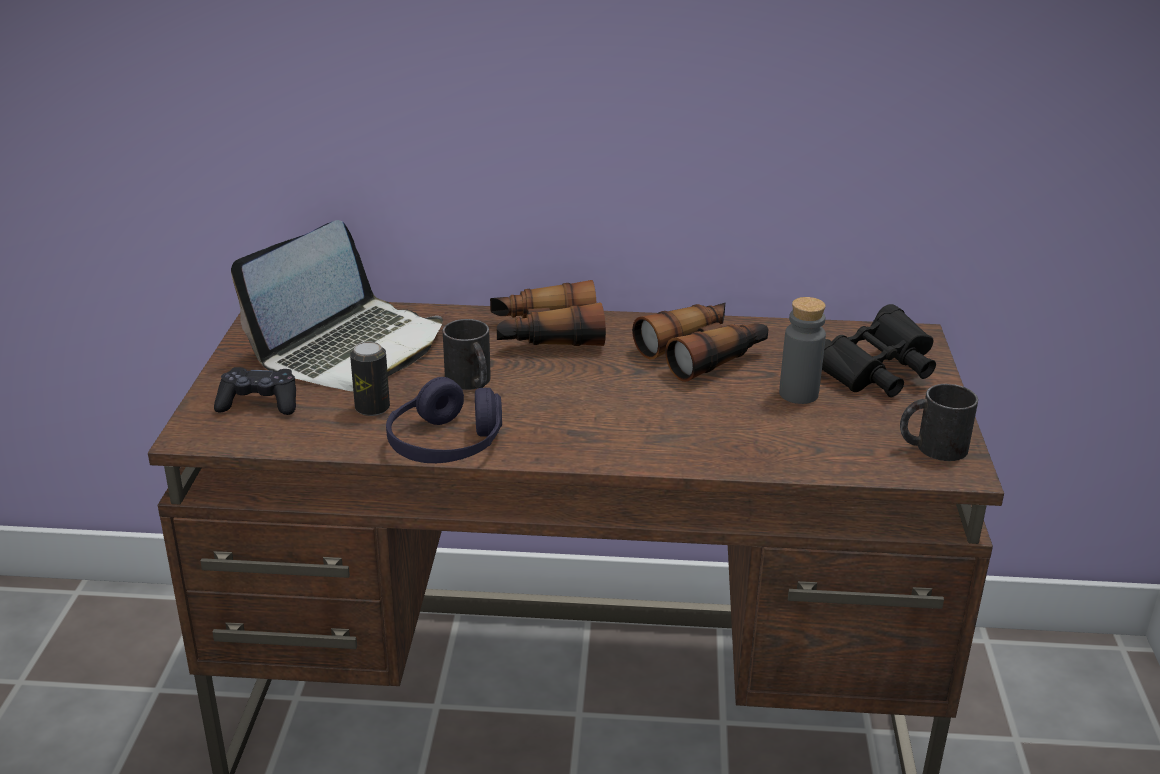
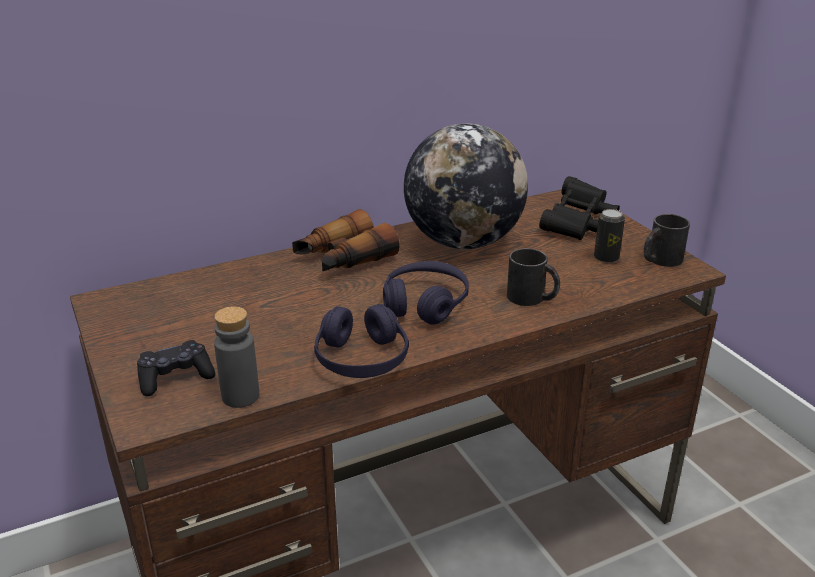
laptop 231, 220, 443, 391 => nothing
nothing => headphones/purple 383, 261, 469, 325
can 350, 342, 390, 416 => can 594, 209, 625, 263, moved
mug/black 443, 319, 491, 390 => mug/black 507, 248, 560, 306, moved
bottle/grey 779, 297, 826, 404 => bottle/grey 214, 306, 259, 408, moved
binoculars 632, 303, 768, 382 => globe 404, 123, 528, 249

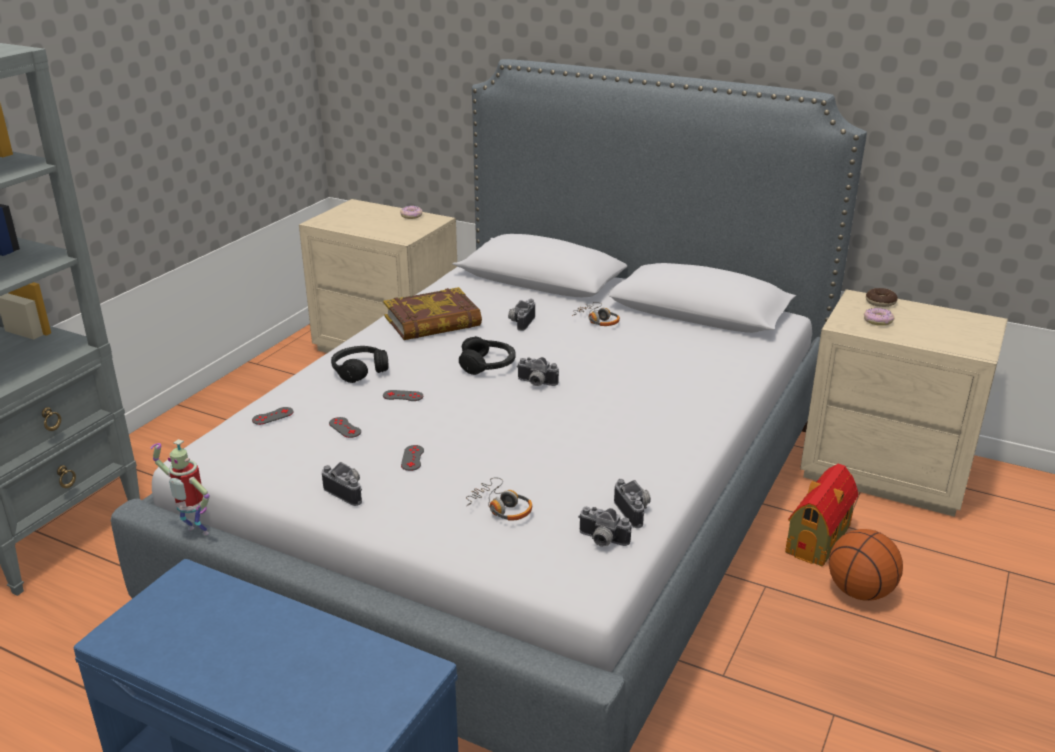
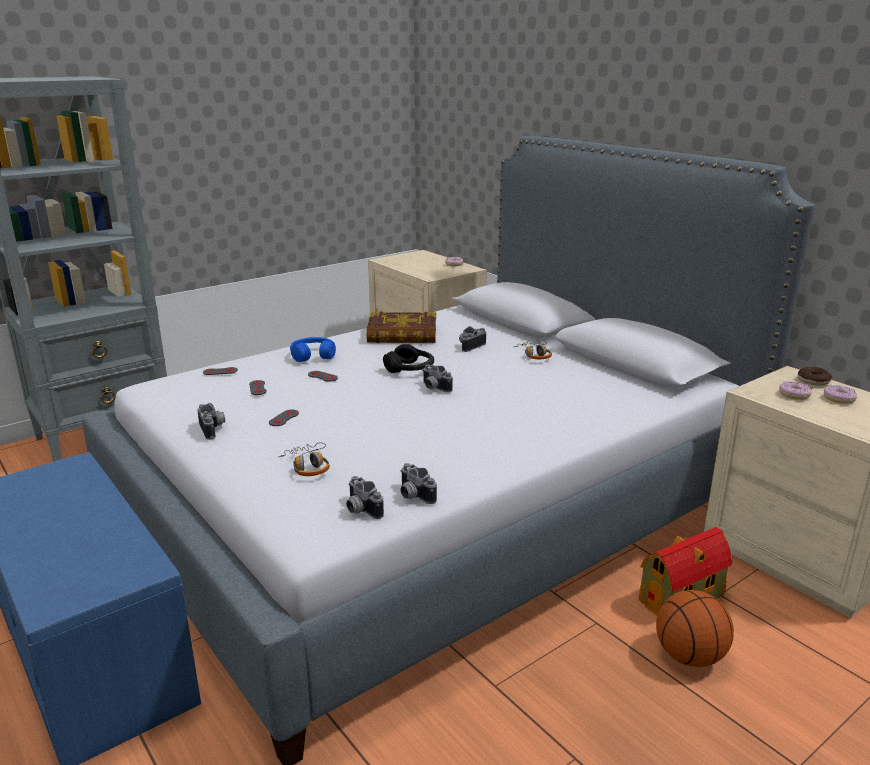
toy robot 151, 439, 210, 535 => nothing
nothing => donut 824, 385, 857, 404
headphones/black 331, 346, 389, 383 => headphones/blue 290, 337, 336, 362
photo camera 614, 479, 651, 528 => photo camera 400, 463, 437, 504, 135 degrees clockwise

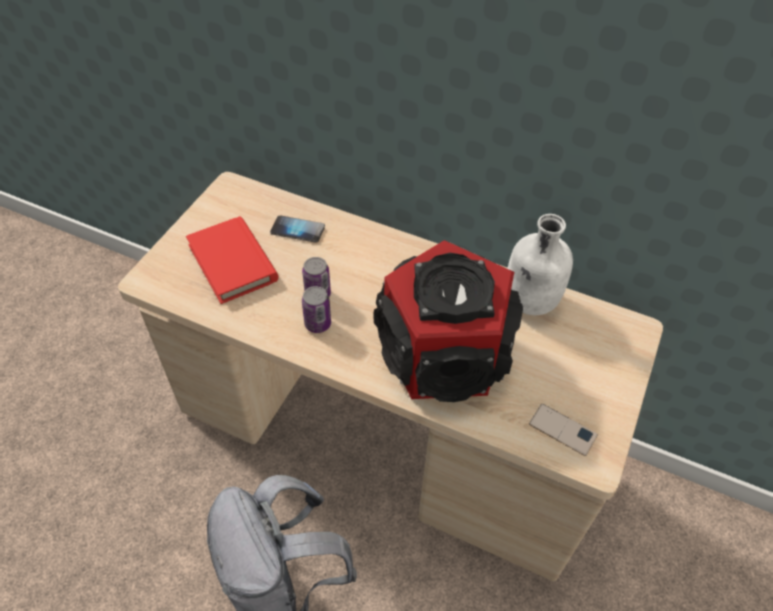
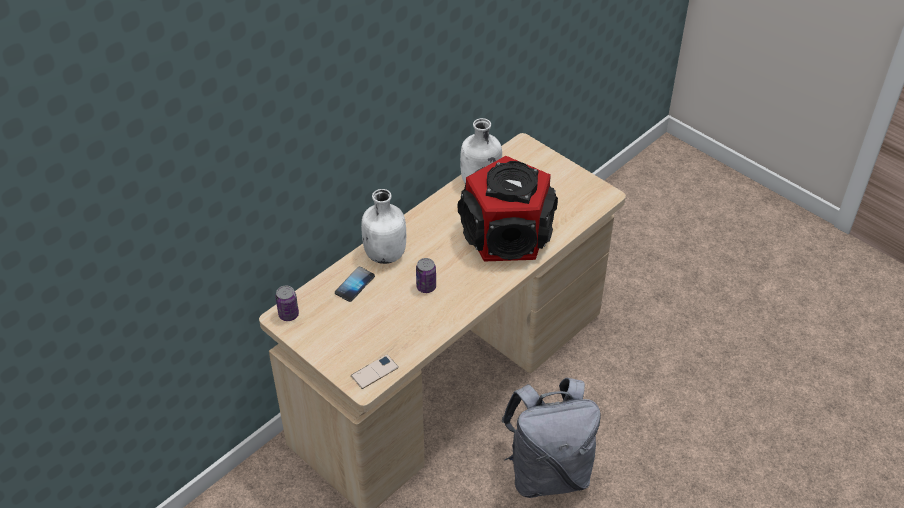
book/red 186, 216, 278, 304 => nothing
nothing => bottle/white 361, 189, 406, 264
can 302, 286, 331, 333 => can 275, 286, 299, 321, moved
phone 529, 404, 598, 456 => phone 351, 354, 399, 389, moved

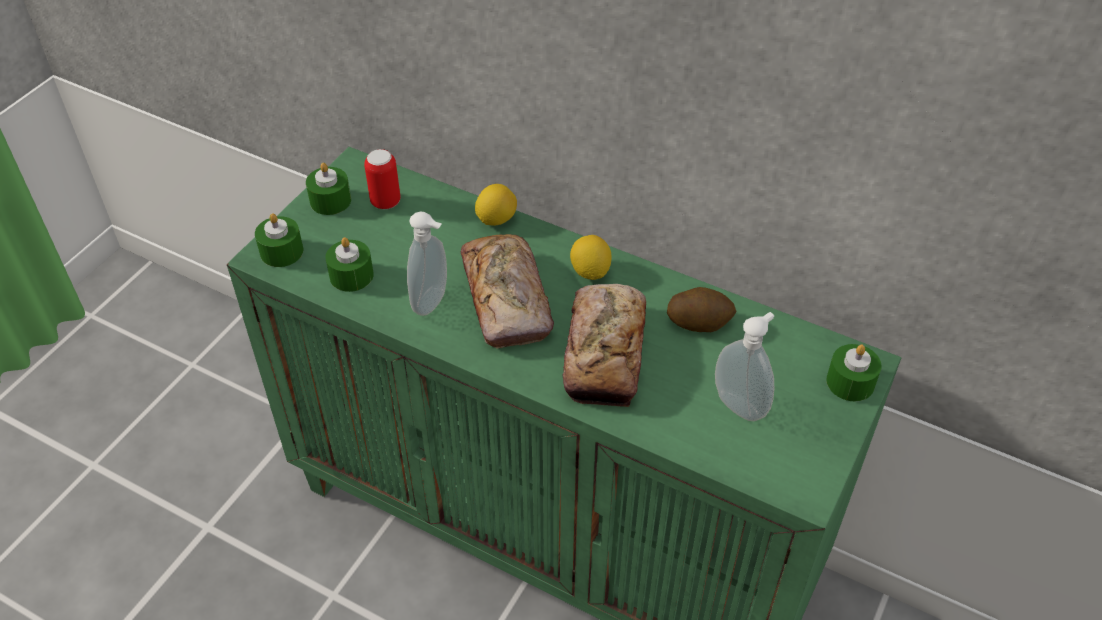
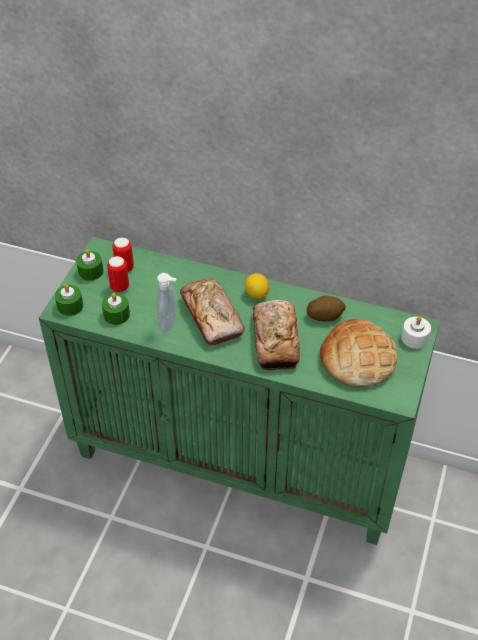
lemon 475, 184, 517, 226 => nothing
nothing => can 107, 256, 129, 292
soap dispenser 715, 312, 774, 421 => bread 320, 319, 397, 387
candle/green 826, 344, 882, 401 => candle/white 401, 316, 431, 349

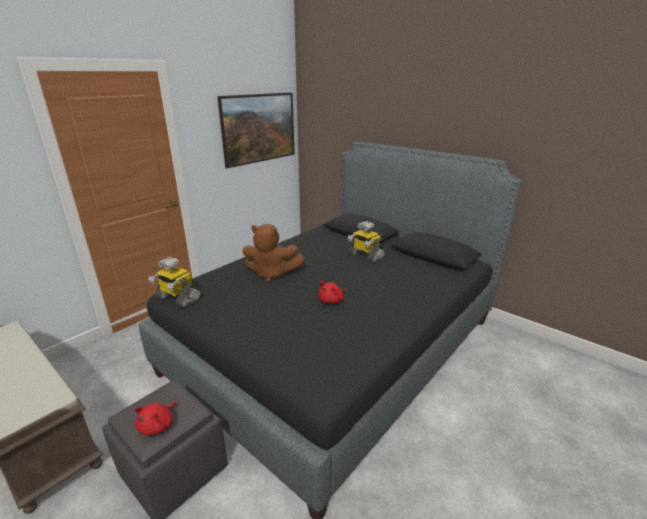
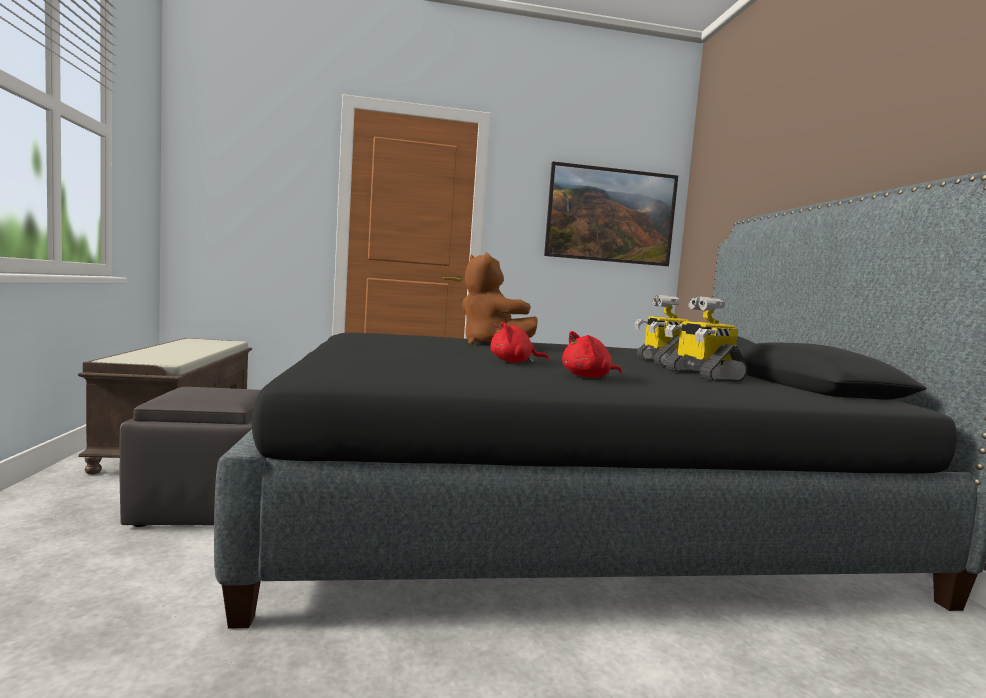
plush toy/red 135, 402, 177, 436 => plush toy/red 562, 331, 622, 378, moved
toy robot 148, 257, 201, 308 => toy robot 665, 297, 748, 382, moved

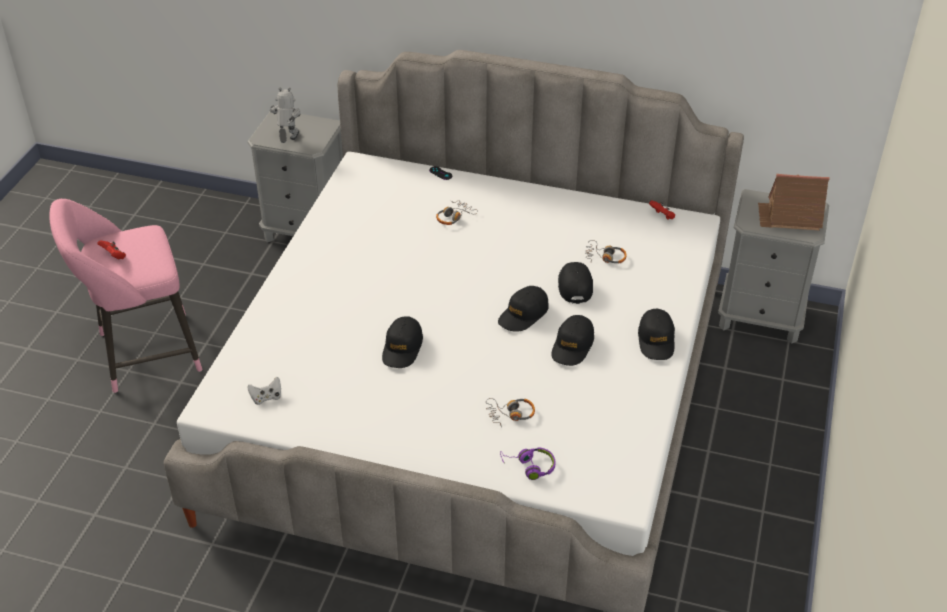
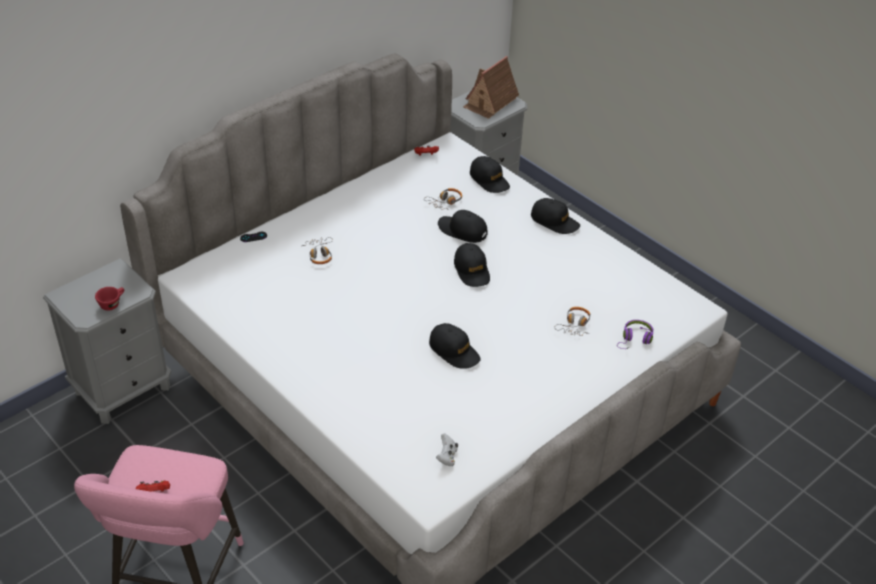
cap/black 551, 315, 594, 366 => cap/black 470, 156, 510, 193, moved
toy robot 270, 87, 300, 143 => cup/red 95, 287, 124, 311

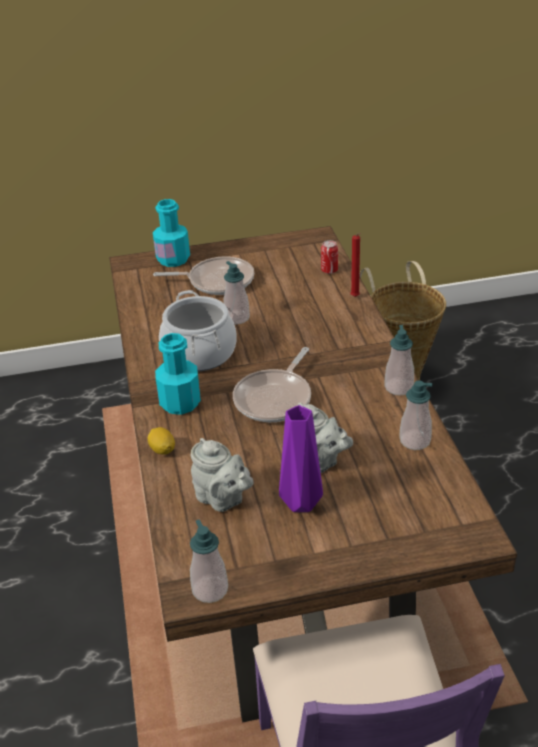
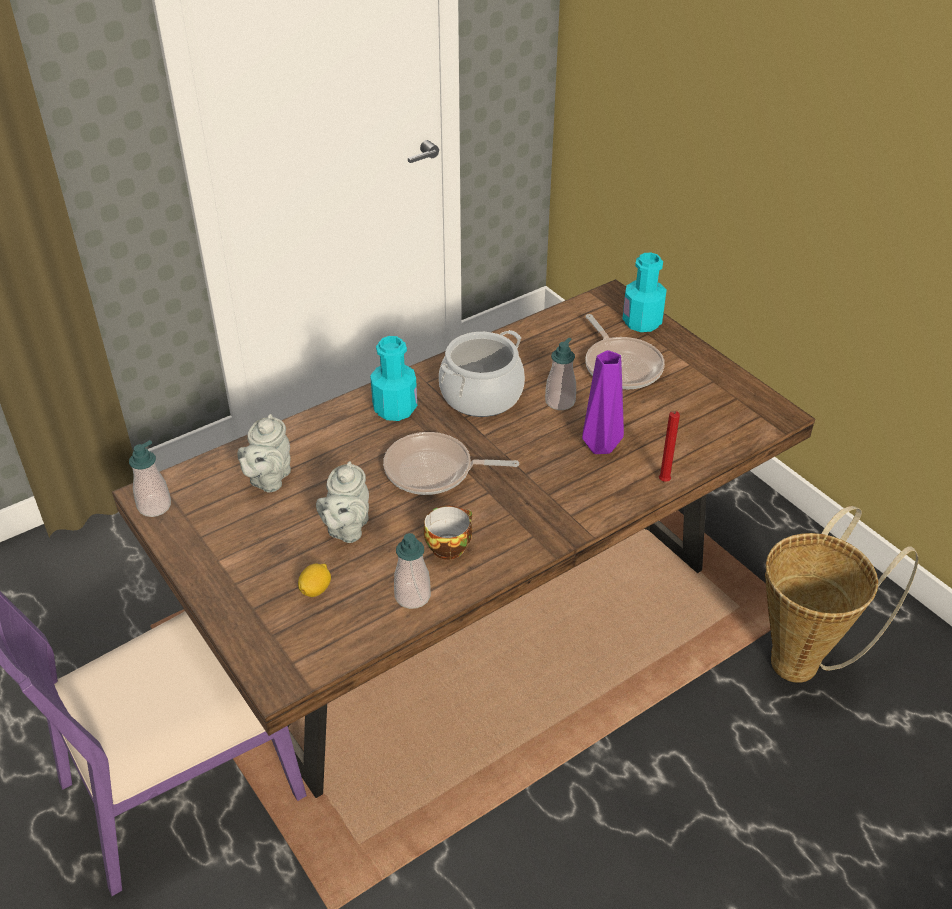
can 321, 240, 338, 274 => nothing
soap dispenser 384, 325, 414, 396 => nothing
nothing => cup 424, 505, 472, 560
lemon 148, 427, 175, 455 => lemon 298, 563, 331, 597, moved
vase/purple 279, 405, 323, 512 => vase/purple 582, 350, 624, 454, moved

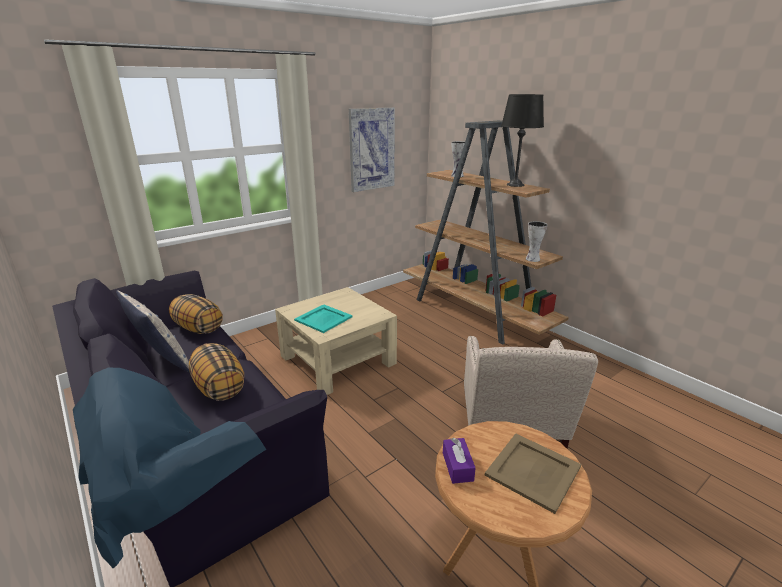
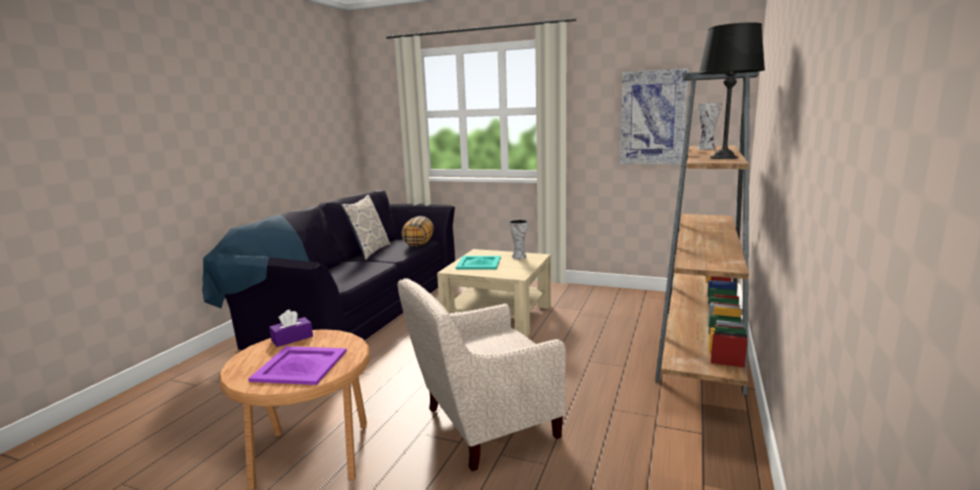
pillow 189, 343, 244, 401 => nothing
vase 526, 221, 548, 262 => vase 509, 220, 528, 259, moved
tray/beige 485, 433, 581, 514 => tray/purple 248, 346, 347, 385

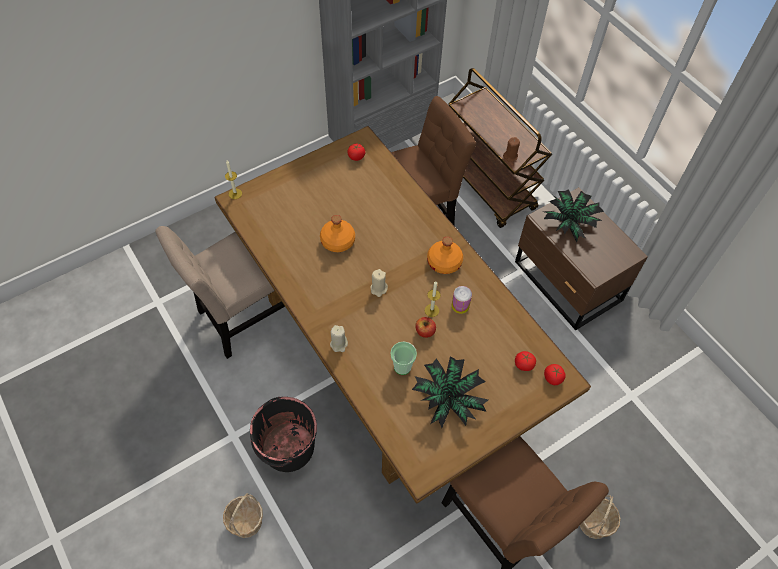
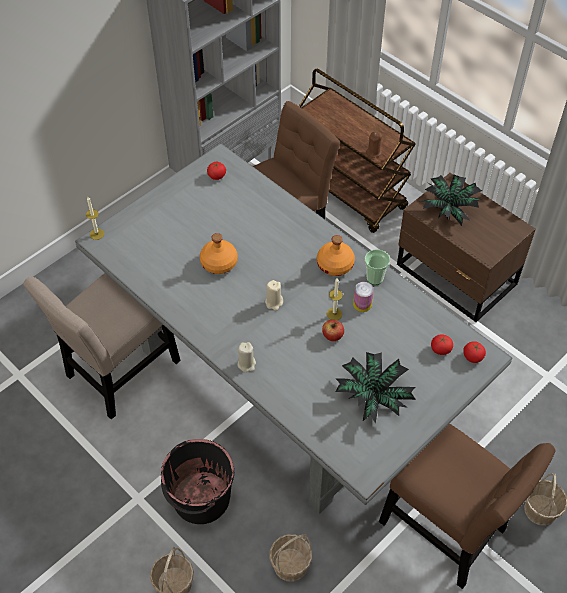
nothing => basket 269, 534, 312, 582
cup 390, 342, 417, 375 => cup 365, 250, 390, 285, moved
dining table/brown 215, 126, 591, 503 => dining table/grey 75, 143, 512, 514

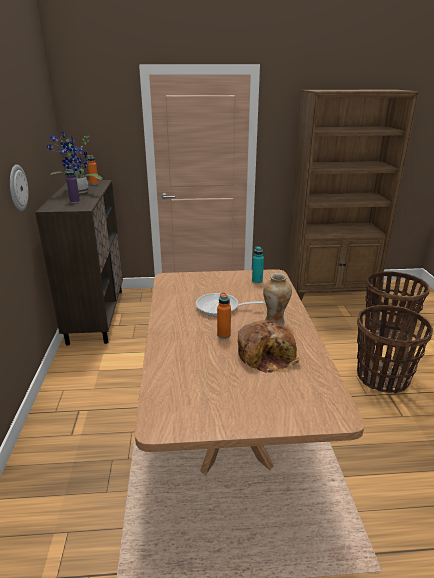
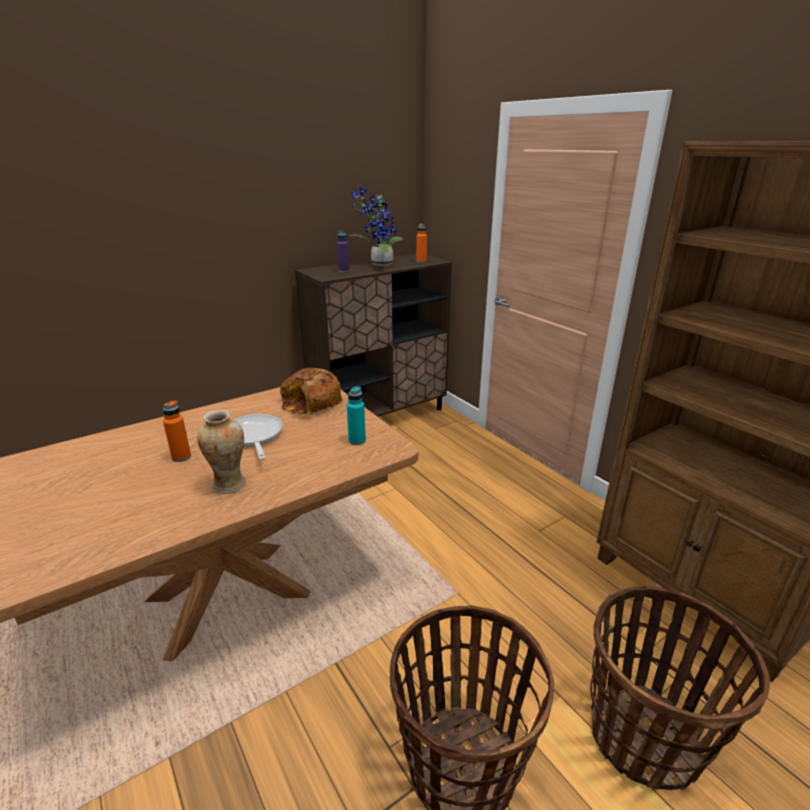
wall clock 10, 165, 28, 211 => nothing
bread 238, 320, 301, 373 => bread 280, 368, 343, 415, moved

